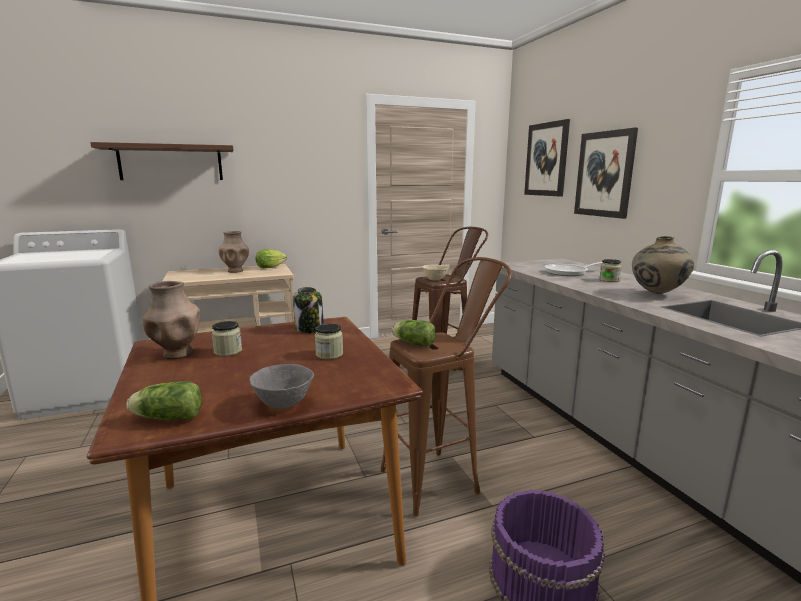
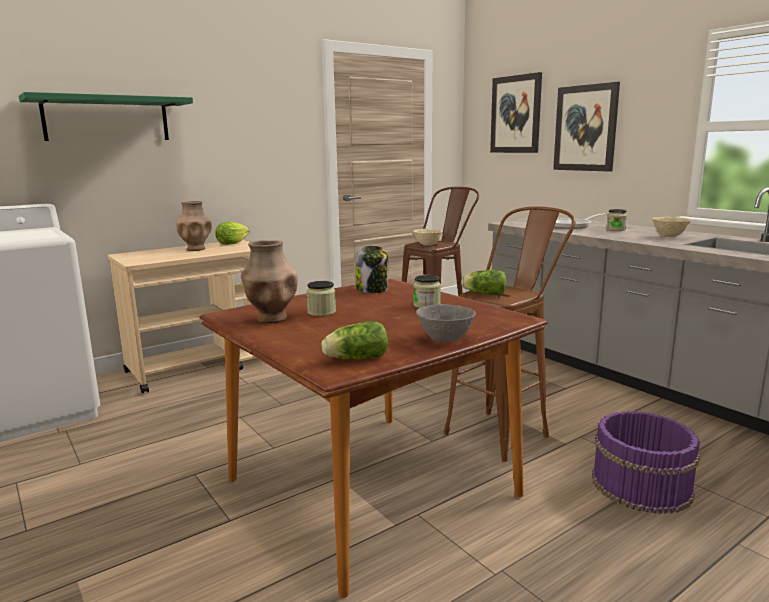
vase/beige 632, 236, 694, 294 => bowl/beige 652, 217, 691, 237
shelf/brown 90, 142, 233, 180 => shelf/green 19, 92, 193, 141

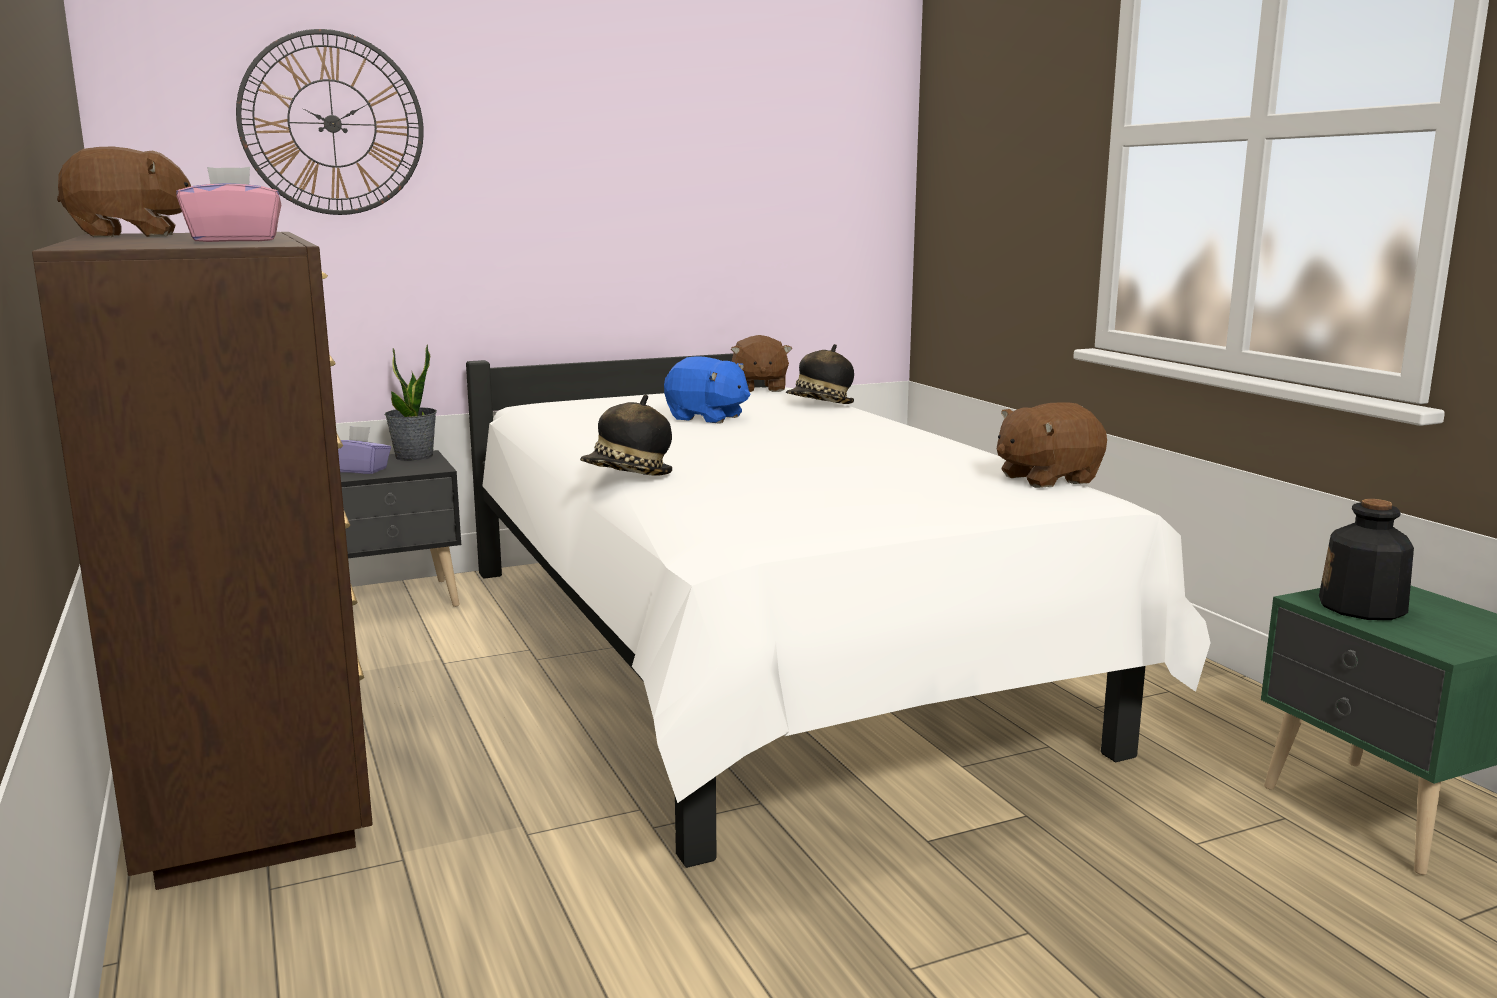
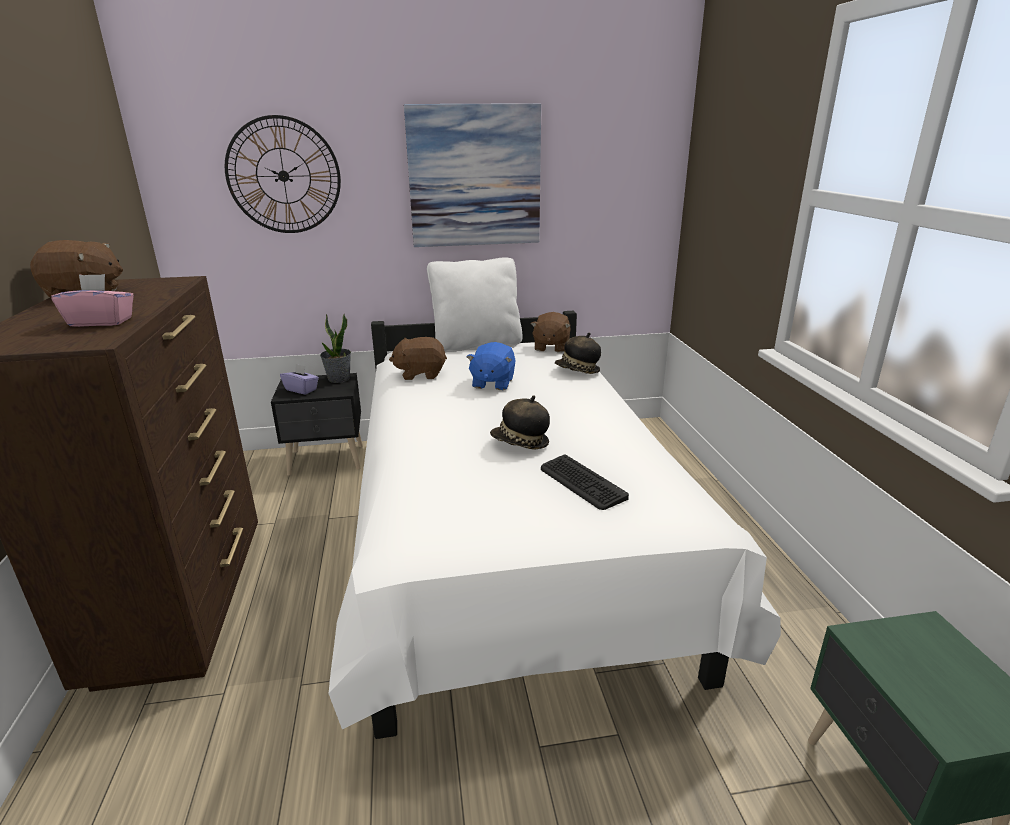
bottle 1319, 499, 1414, 620 => nothing
nothing => picture 404, 103, 541, 247
nothing => pillow/white 427, 257, 522, 352
nothing => keyboard 541, 455, 629, 510
hat 580, 395, 672, 476 => hat 490, 396, 550, 450, moved
plush toy/brown 997, 402, 1107, 488 => plush toy/brown 389, 337, 447, 380, moved
plush toy/blue 664, 356, 750, 424 => plush toy/blue 466, 342, 516, 390, 60 degrees clockwise

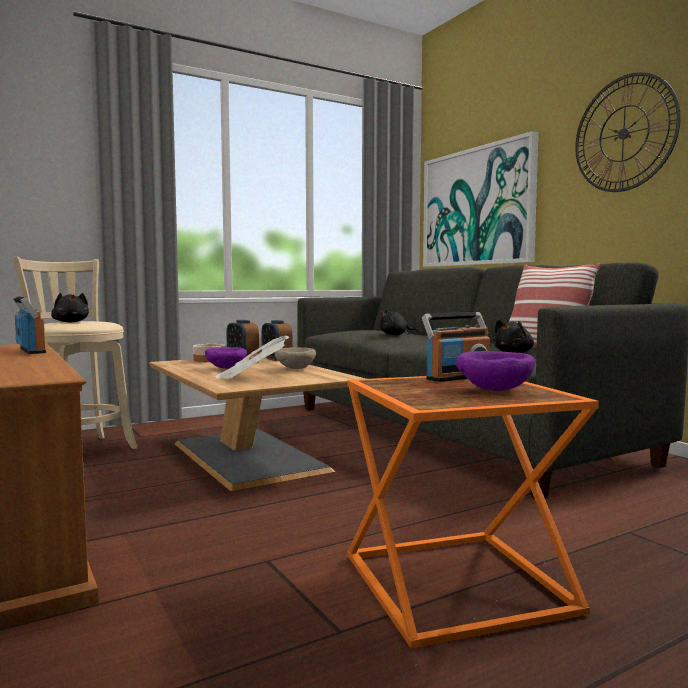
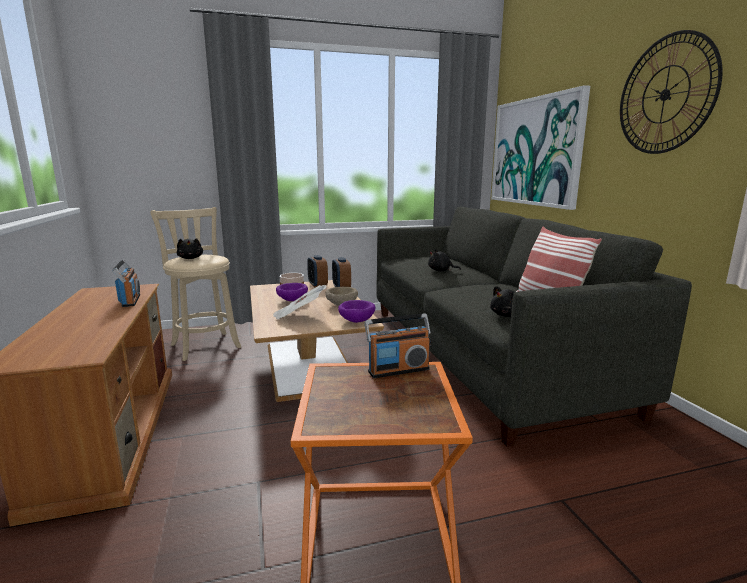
bowl/purple 456, 351, 535, 391 => bowl/purple 338, 300, 375, 323, moved

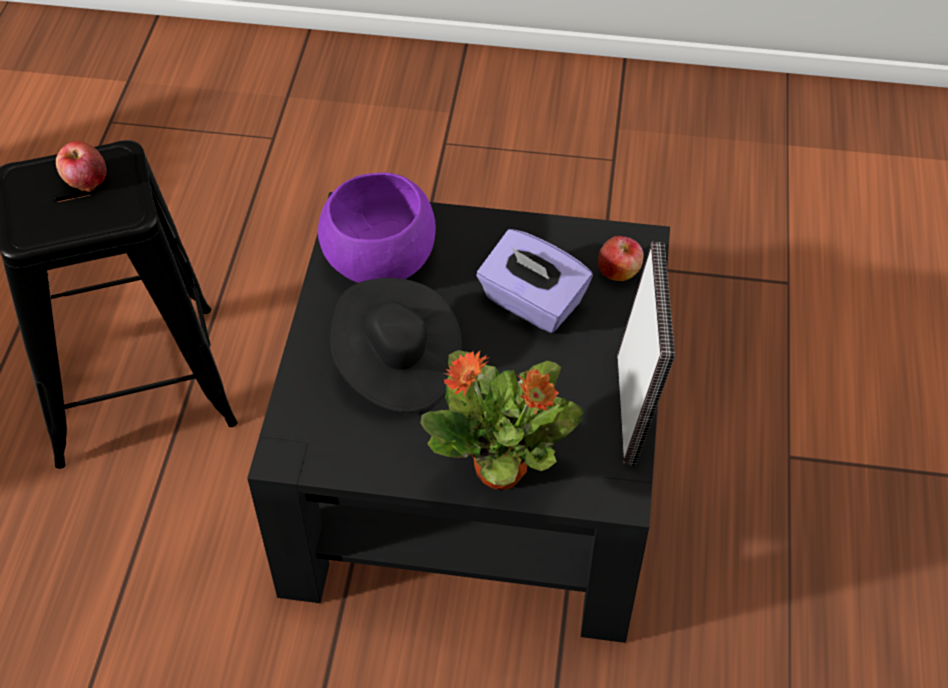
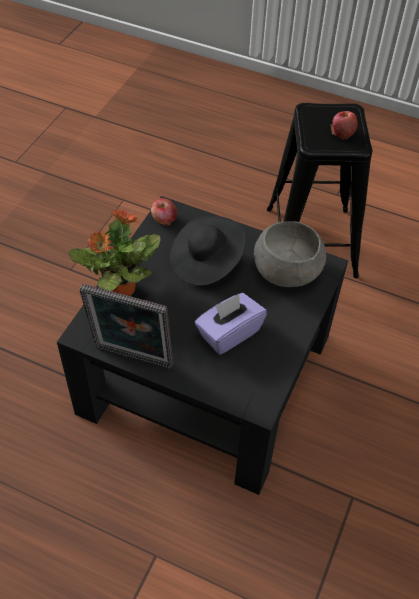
apple 598, 236, 644, 281 => apple 151, 198, 178, 226, moved
bowl/purple 318, 173, 436, 283 => bowl/grey 254, 221, 326, 287

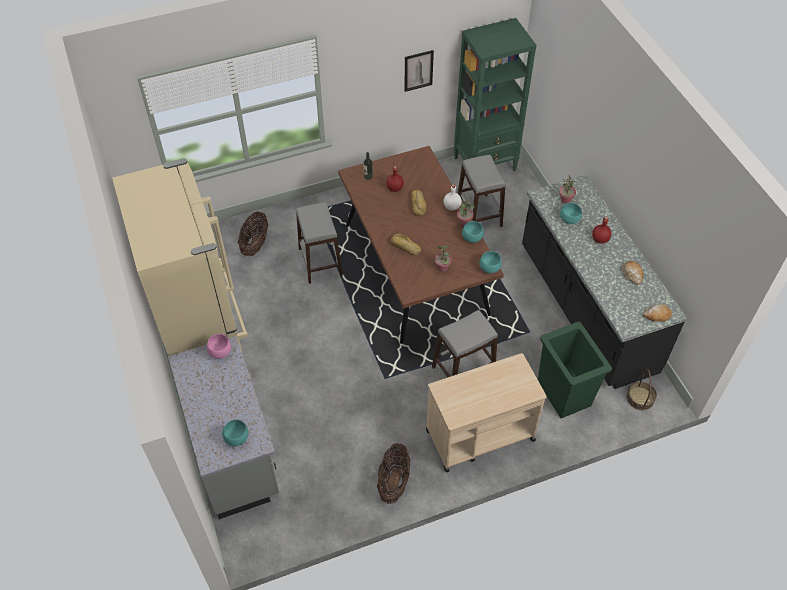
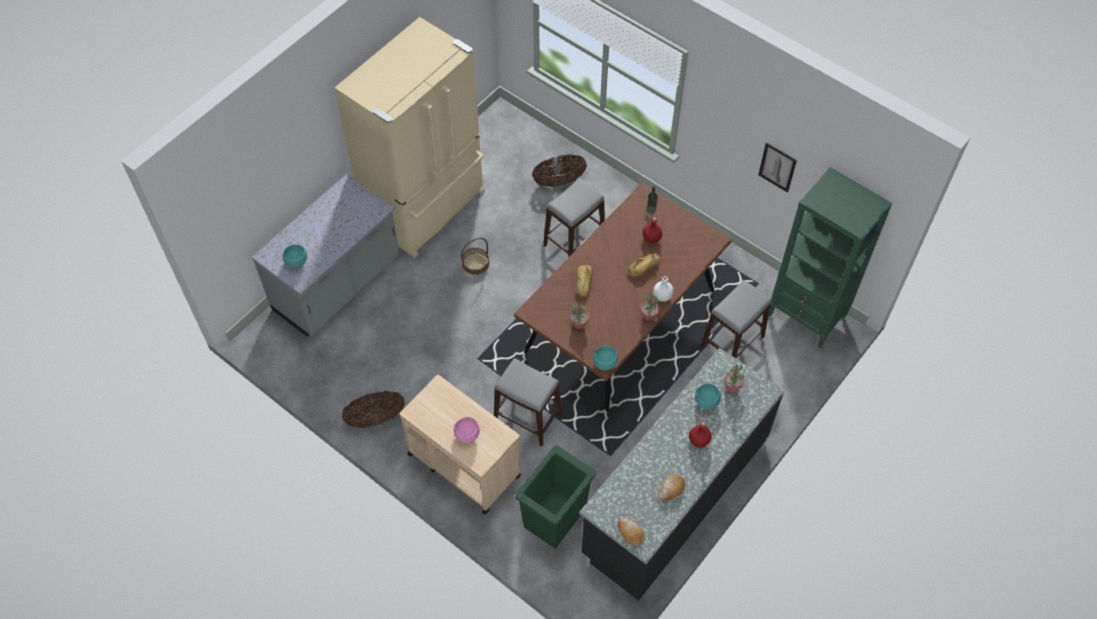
bowl/turquoise 462, 221, 484, 243 => nothing
bowl/pink 207, 334, 231, 359 => bowl/pink 454, 417, 480, 443, moved
basket 627, 369, 657, 410 => basket 461, 238, 489, 275, moved

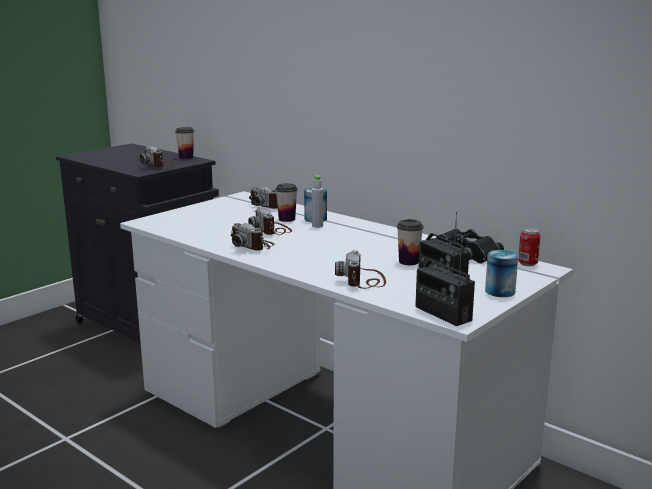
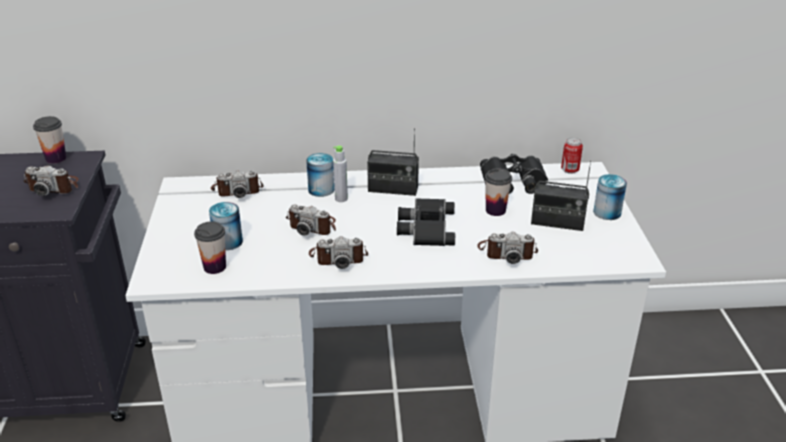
nothing => can 209, 202, 243, 250
nothing => binoculars/black 397, 198, 455, 246
cup 275, 183, 298, 222 => cup 194, 221, 226, 274, moved
radio 415, 238, 475, 326 => radio 367, 128, 419, 196, moved
photo camera 335, 250, 386, 289 => photo camera 477, 232, 538, 264, 45 degrees counterclockwise

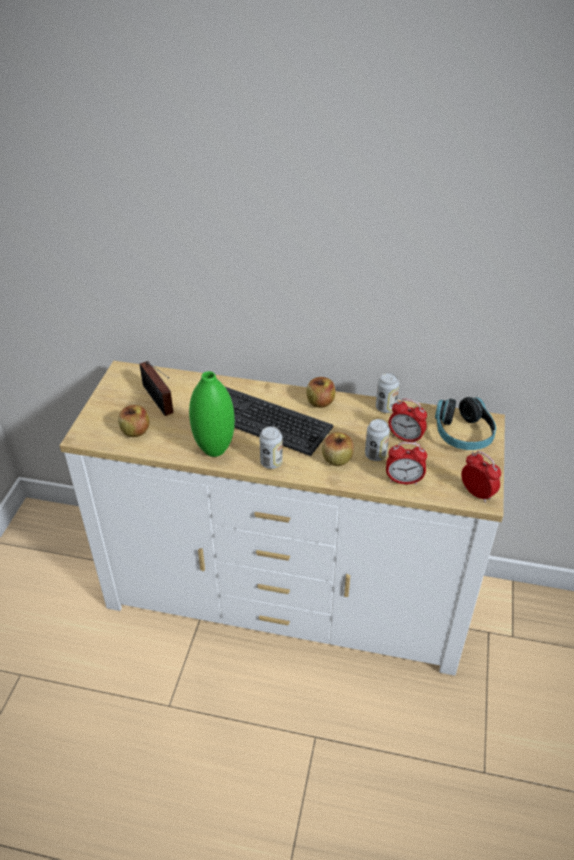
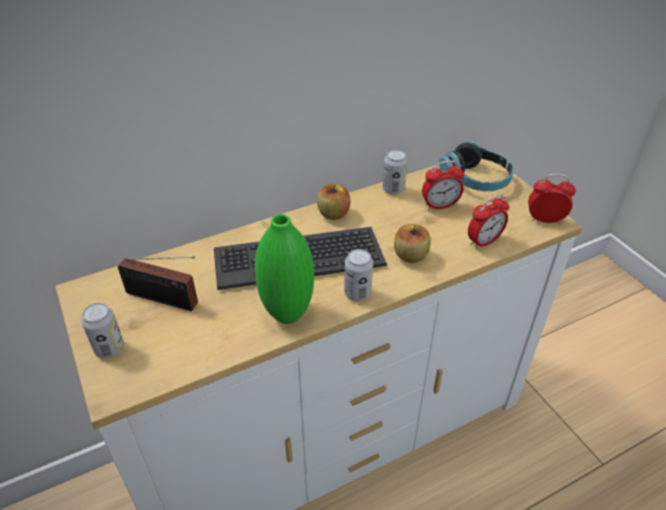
apple 118, 405, 149, 437 => nothing
can 365, 419, 390, 461 => can 81, 303, 124, 359, moved

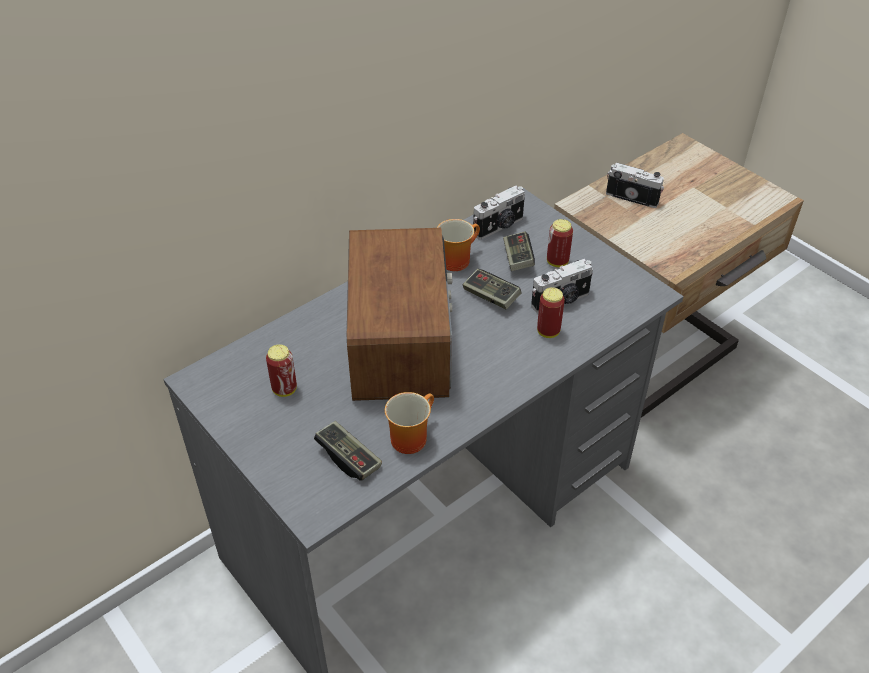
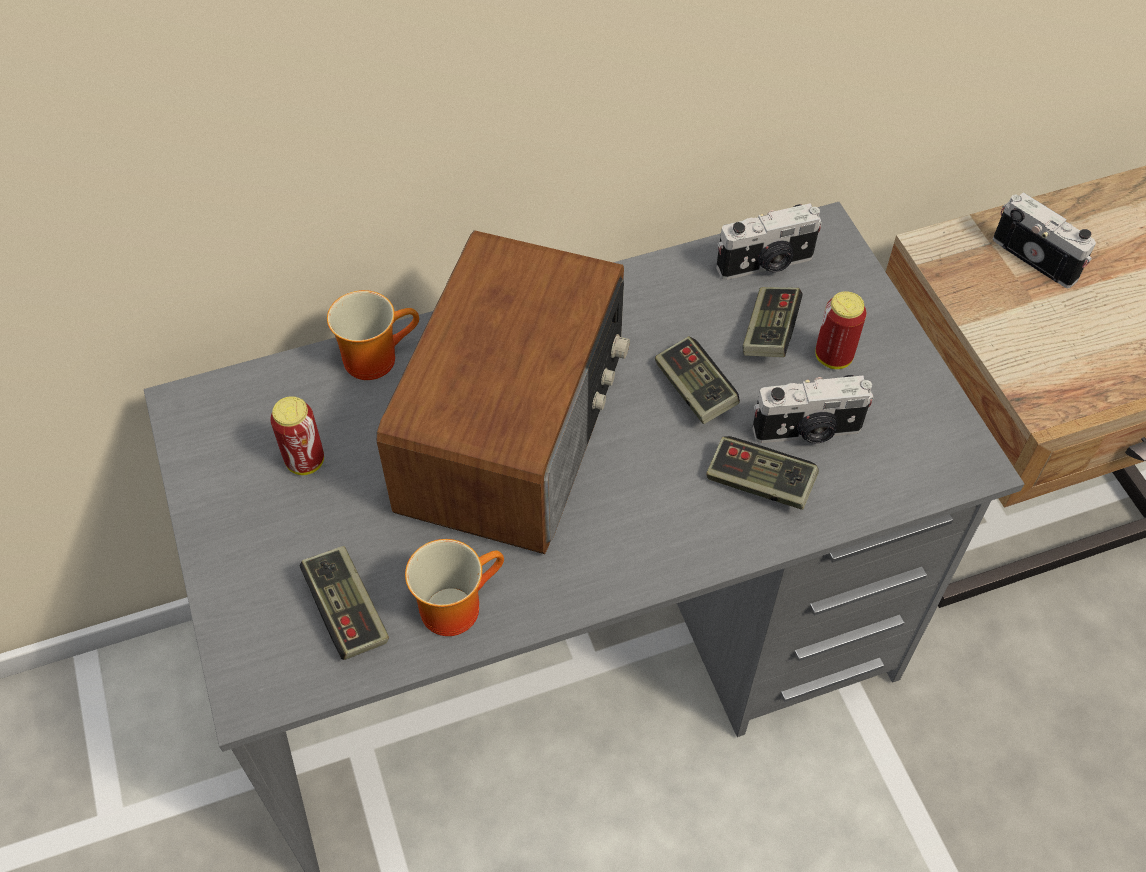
mug 437, 219, 480, 271 => mug 327, 290, 419, 380, moved
can 537, 287, 565, 338 => game controller 706, 436, 819, 510

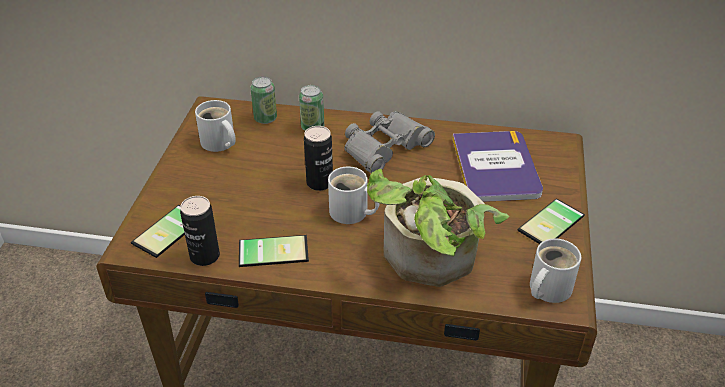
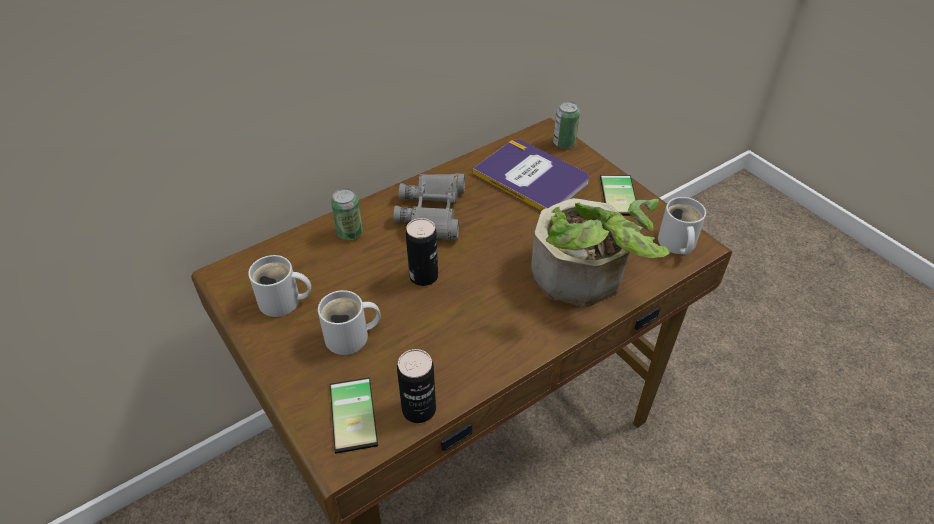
phone 239, 235, 309, 267 => nothing
can 250, 76, 277, 124 => can 553, 101, 580, 148, moved
mug/white 328, 166, 380, 224 => mug/white 318, 290, 381, 355, moved

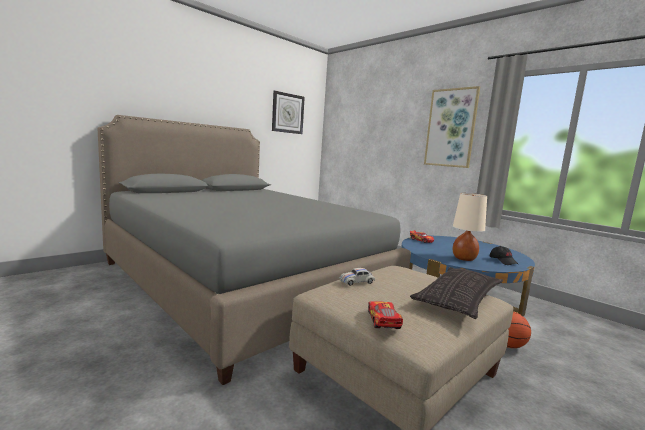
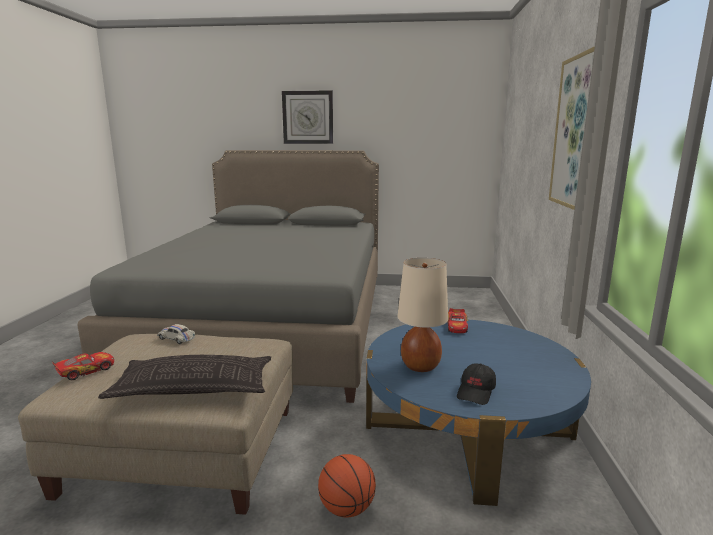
wall clock 272, 91, 305, 134 => wall clock 282, 90, 333, 144, moved

